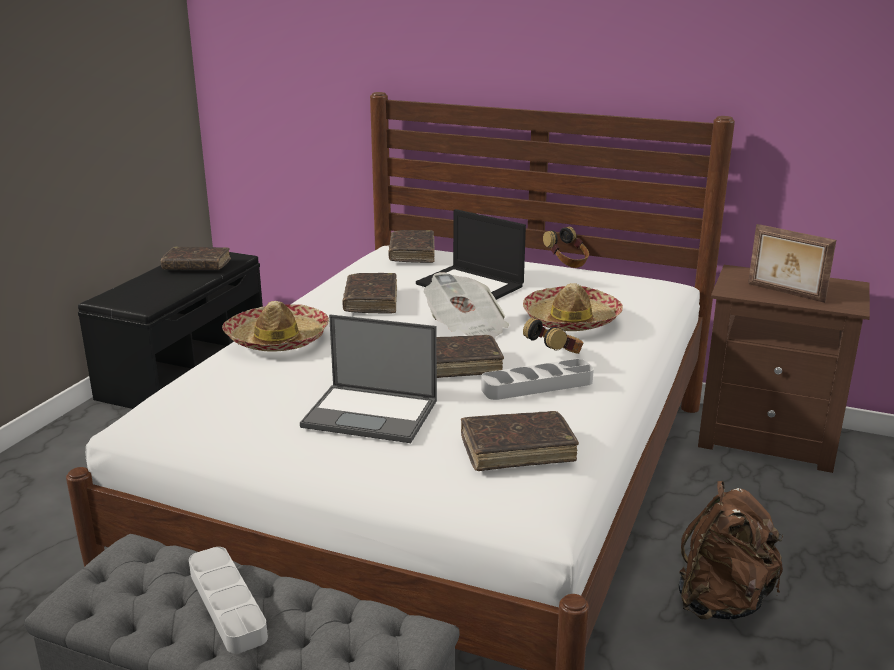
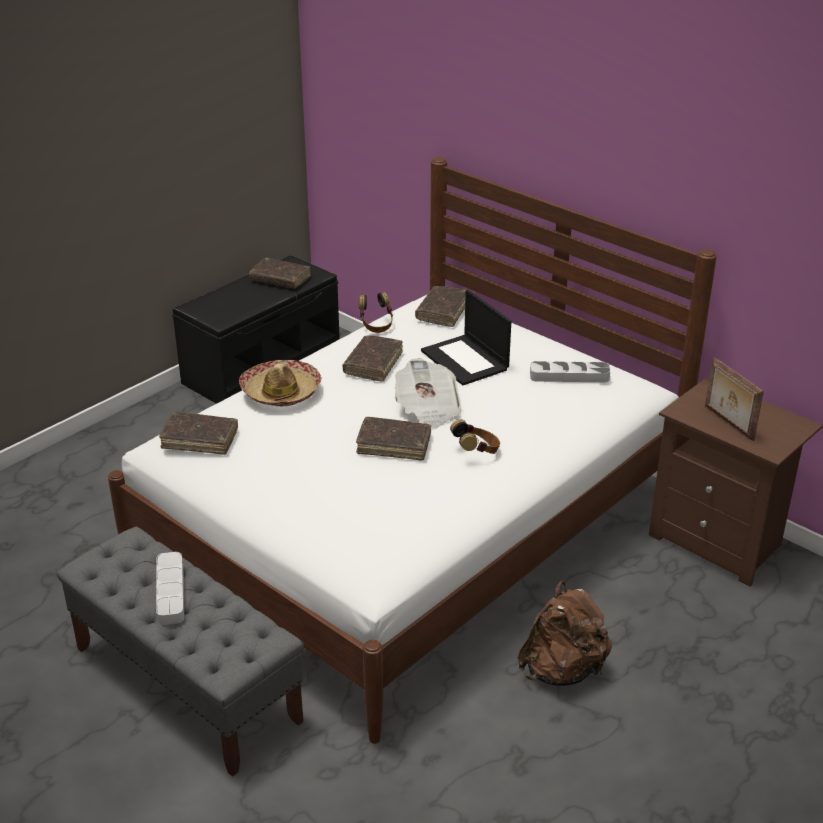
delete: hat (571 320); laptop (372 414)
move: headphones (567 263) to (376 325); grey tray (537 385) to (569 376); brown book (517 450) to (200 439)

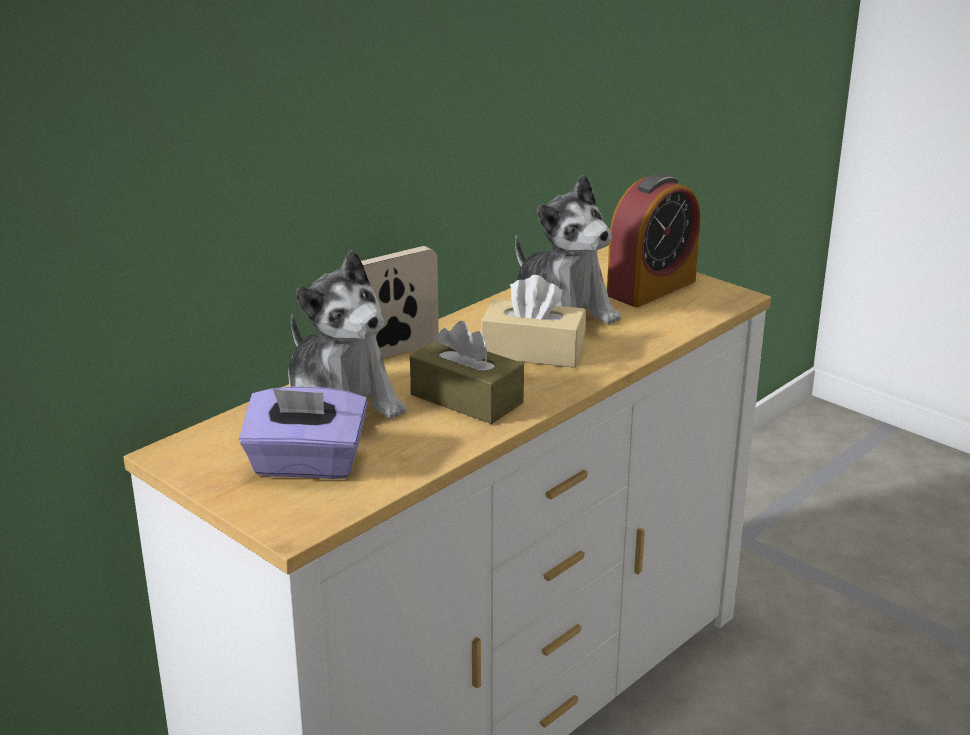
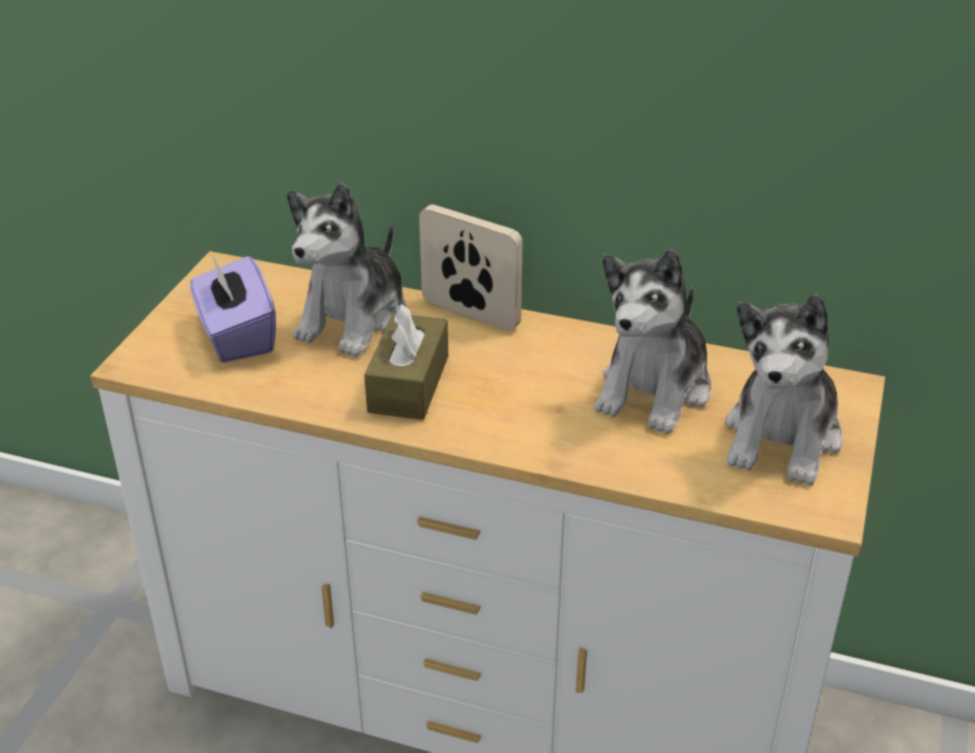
delete: beige tissue box (533 352)
replace: alarm clock (651 288) to plush toy (782 437)

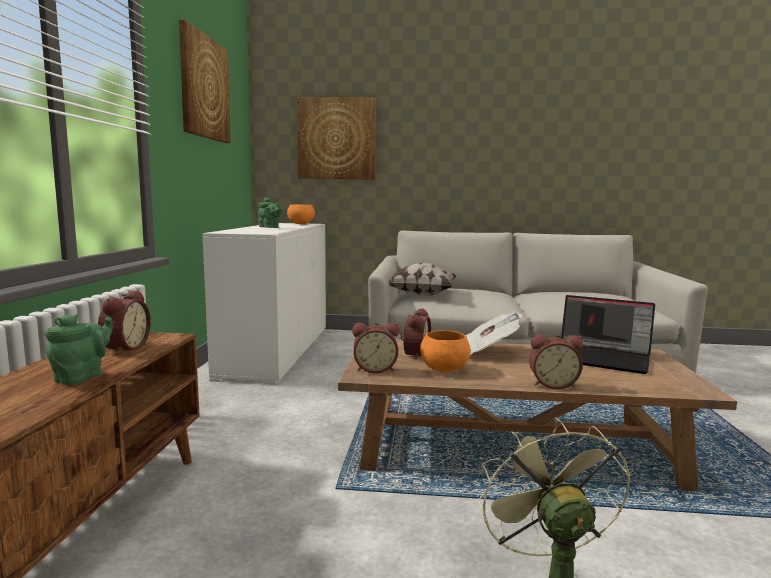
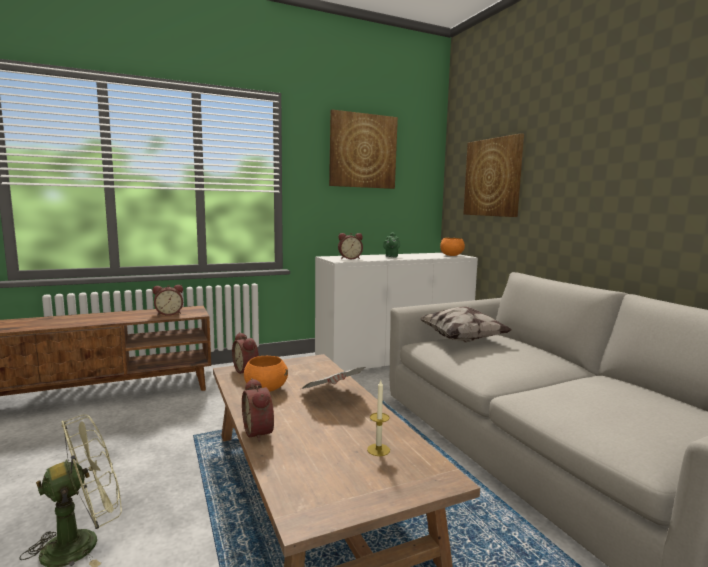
delete: green teapot (82 377)
move: alarm clock (414 354) to (349 258)
replace: laptop (603 358) to candle (378 450)

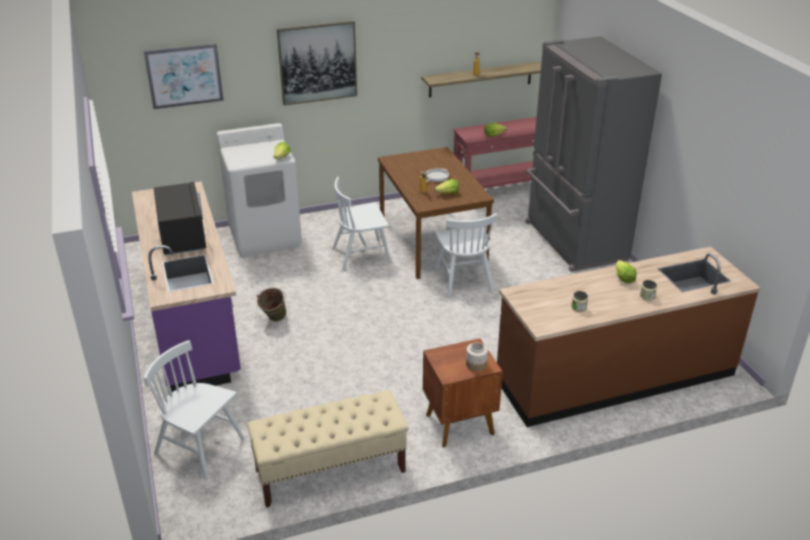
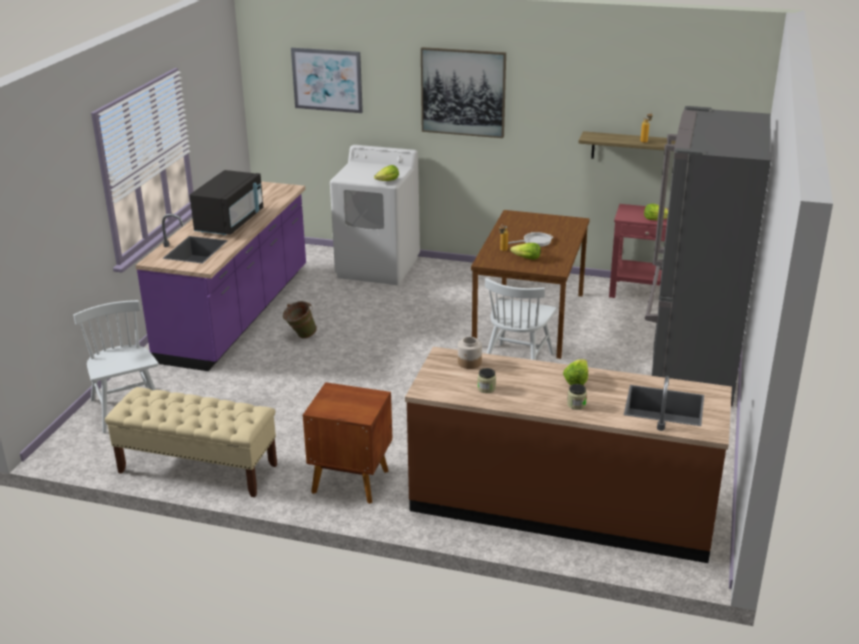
delete: white chair (362 255)
move: jar (476 364) to (469 363)

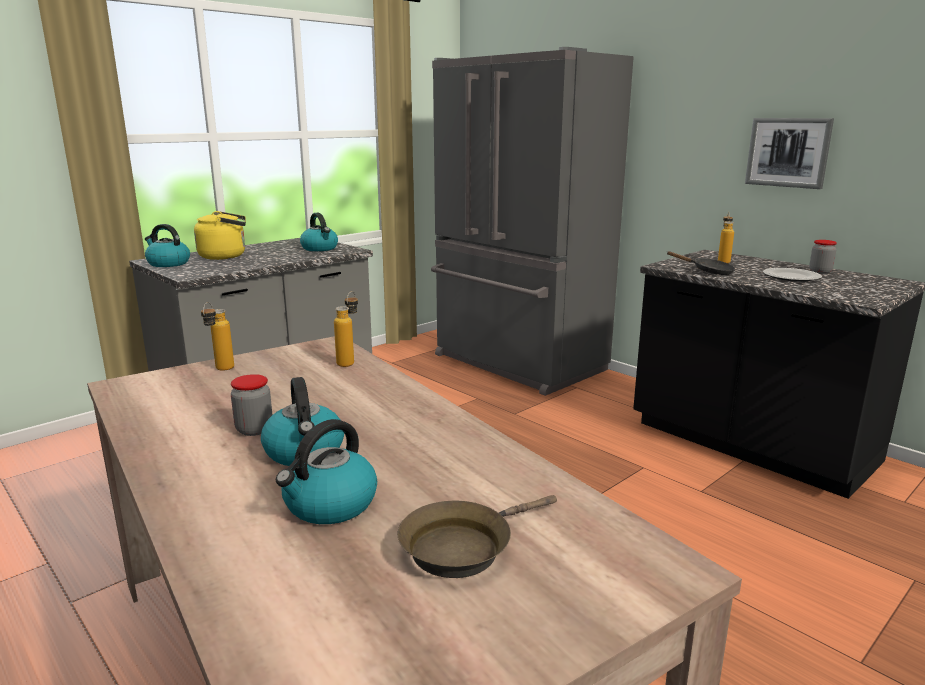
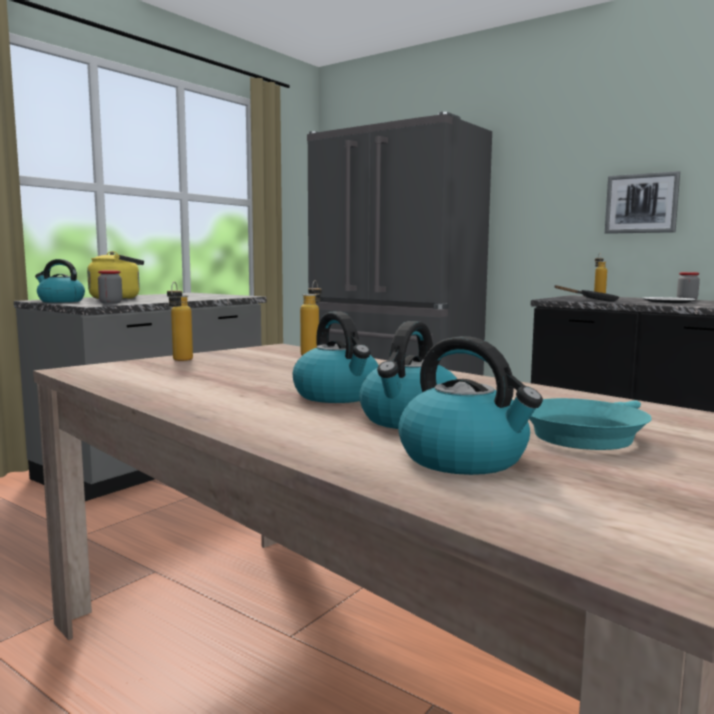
move: kettle (320 248) to (465 459); jar (254 429) to (111 302)
recolor: brown frying pan (462 546) to turquoise frying pan (586 434)

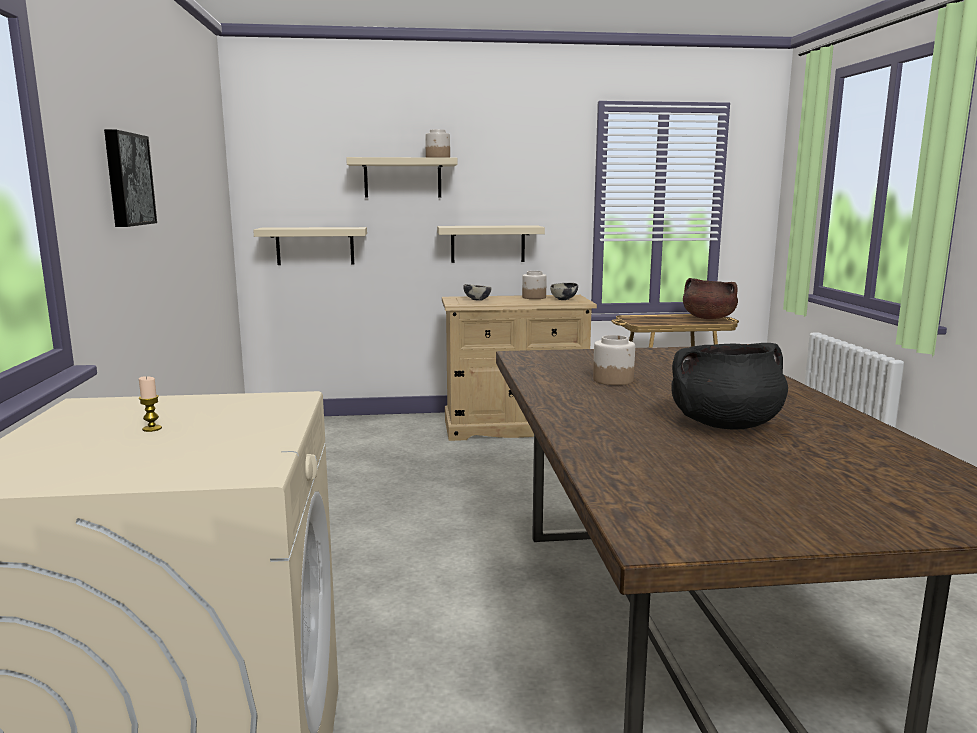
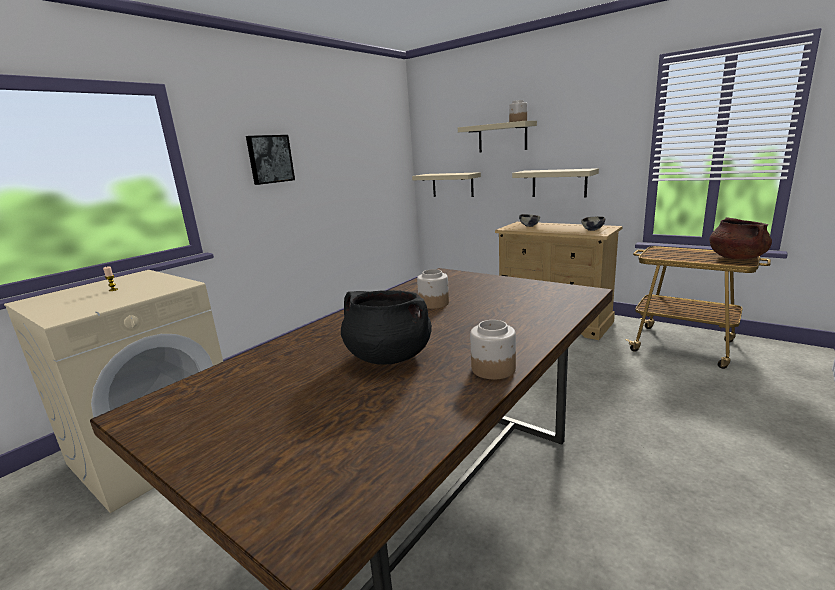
move: jar (534 297) to (492 369)

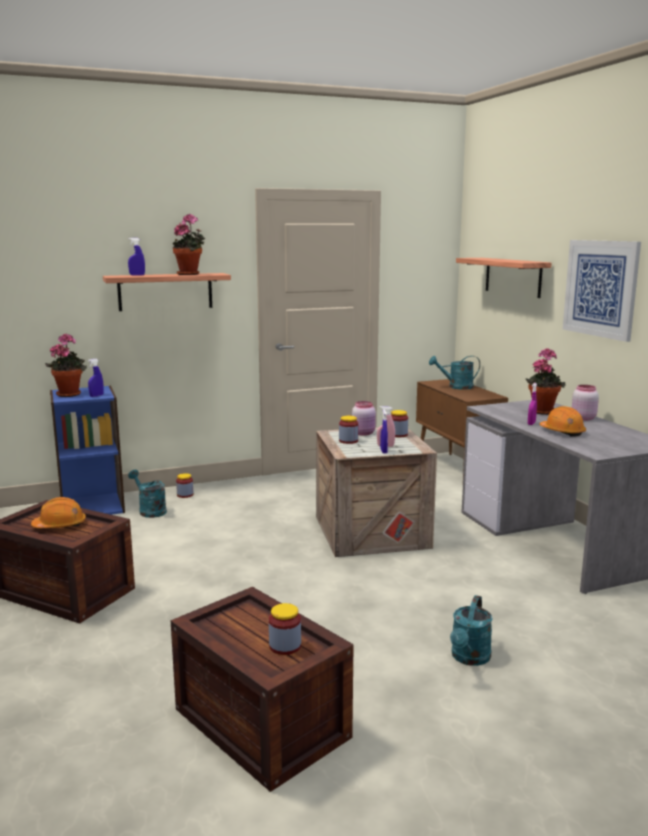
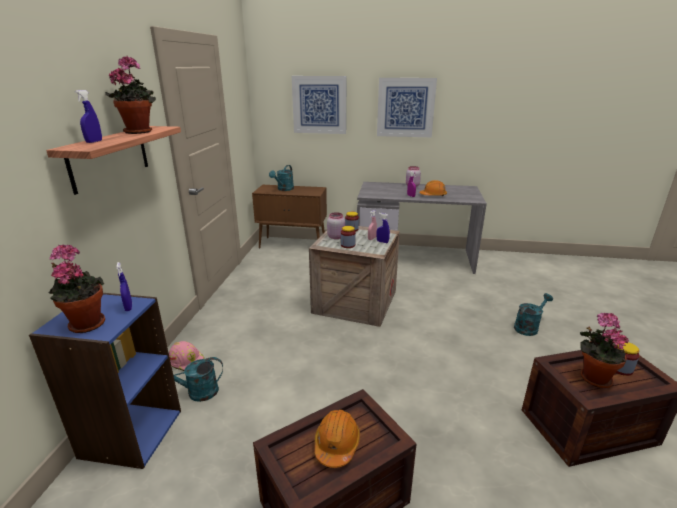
move: potted plant (542 411) to (592 377)
replace: shelf (513 277) to picture (319 105); jar (185 495) to pink hard hat (187 360)
rotate: turquoise watering can (469 658) = (528 327) 90 degrees counterclockwise

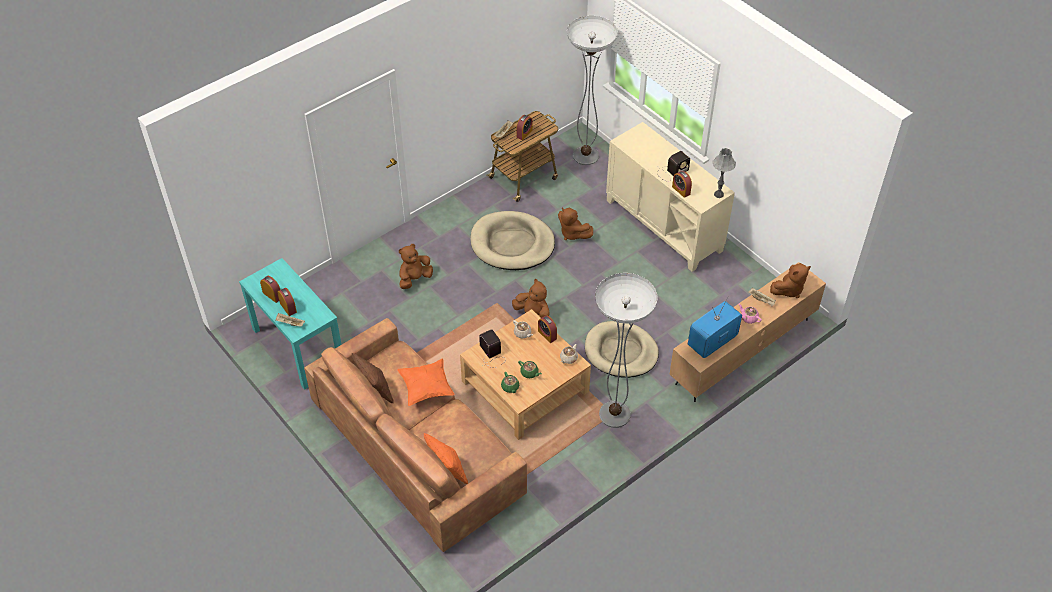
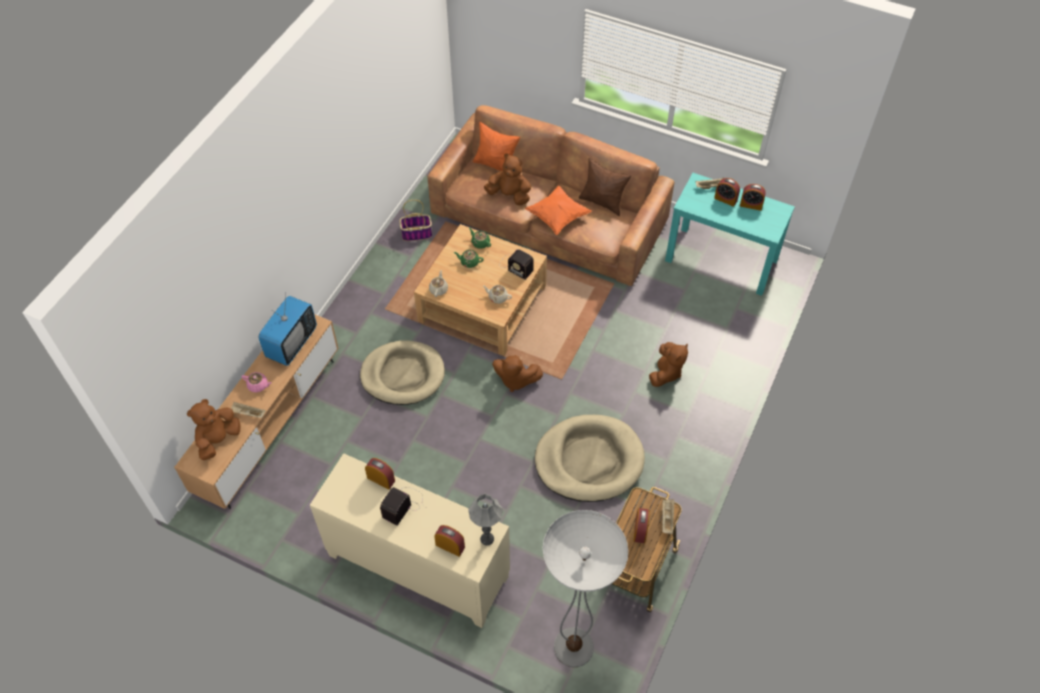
delete: floor lamp (614 414)
insert: basket (417 233)
move: grey table lamp (718 194) to (487 539); brown plush toy (572 233) to (509 195); alarm clock (547 335) to (450 546)

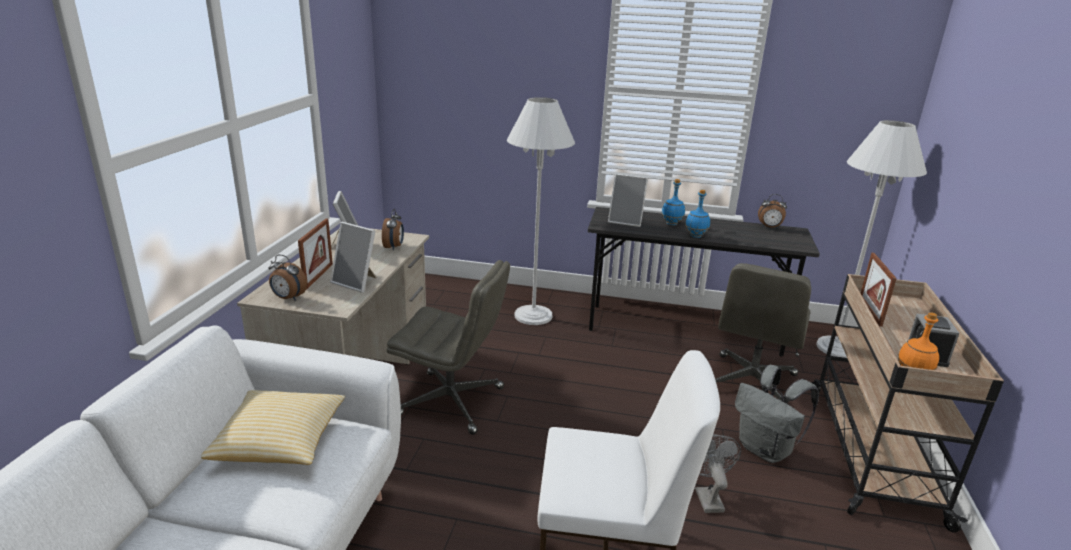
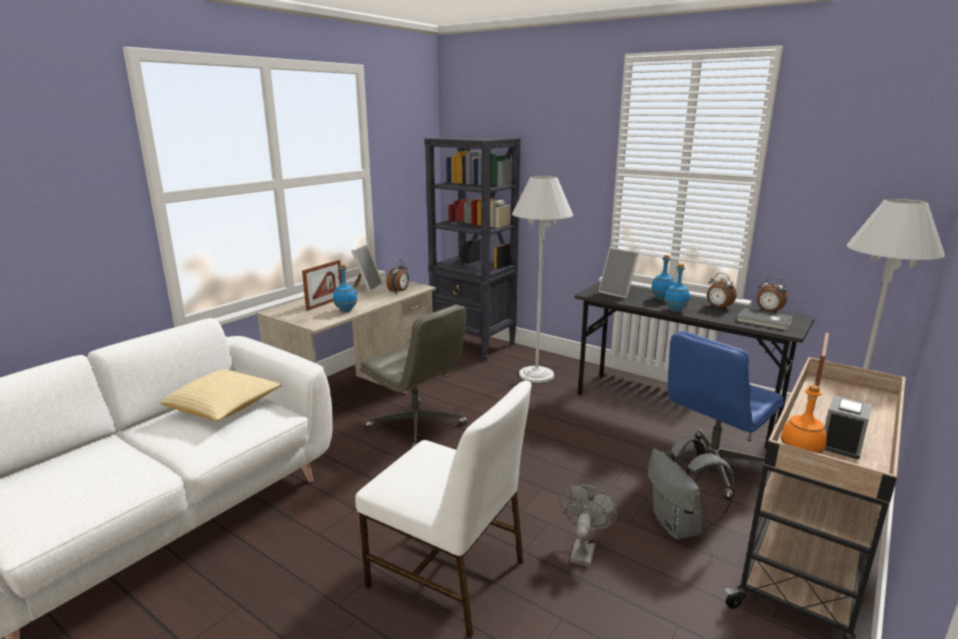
insert: black bookcase (474 345); grey book (764 321)
move: alarm clock (288 298) to (718 307)
replace: picture frame (357 283) to blue bottle (346 310)
recolor: grey office chair (751 383) to blue office chair (711 467)

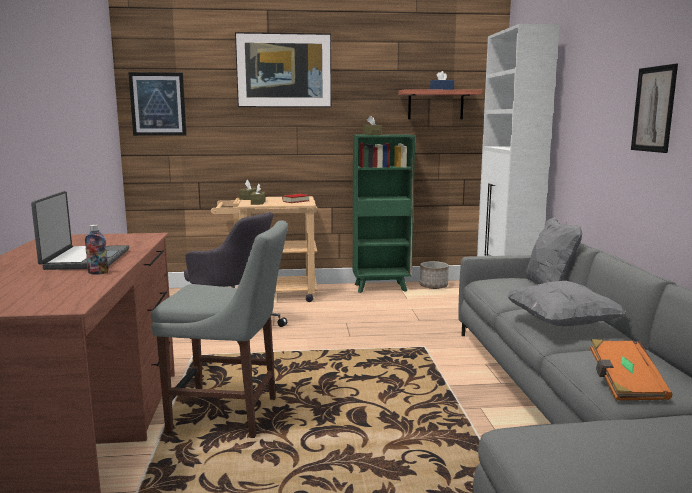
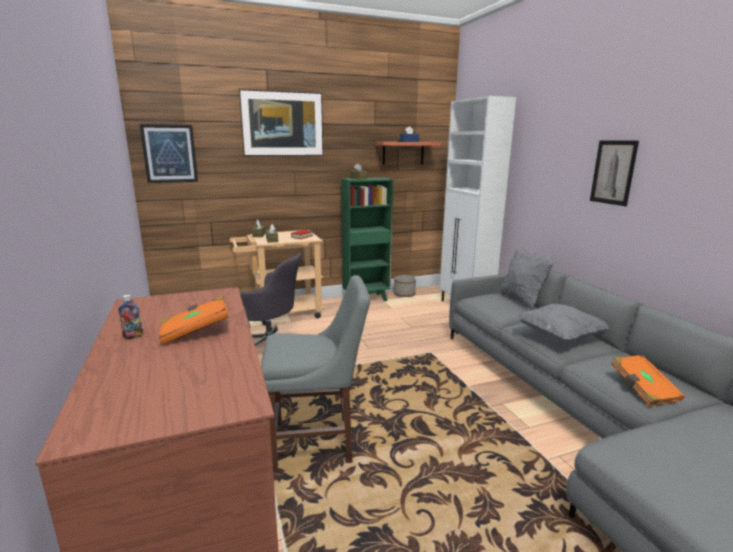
move: bottle (98 273) to (133 336)
replace: laptop (85 259) to orange book (196 332)

